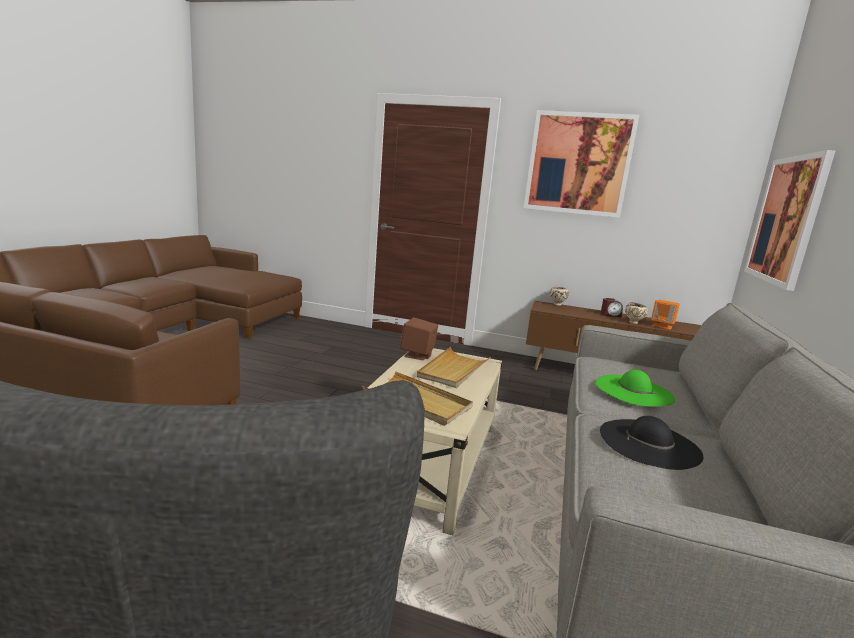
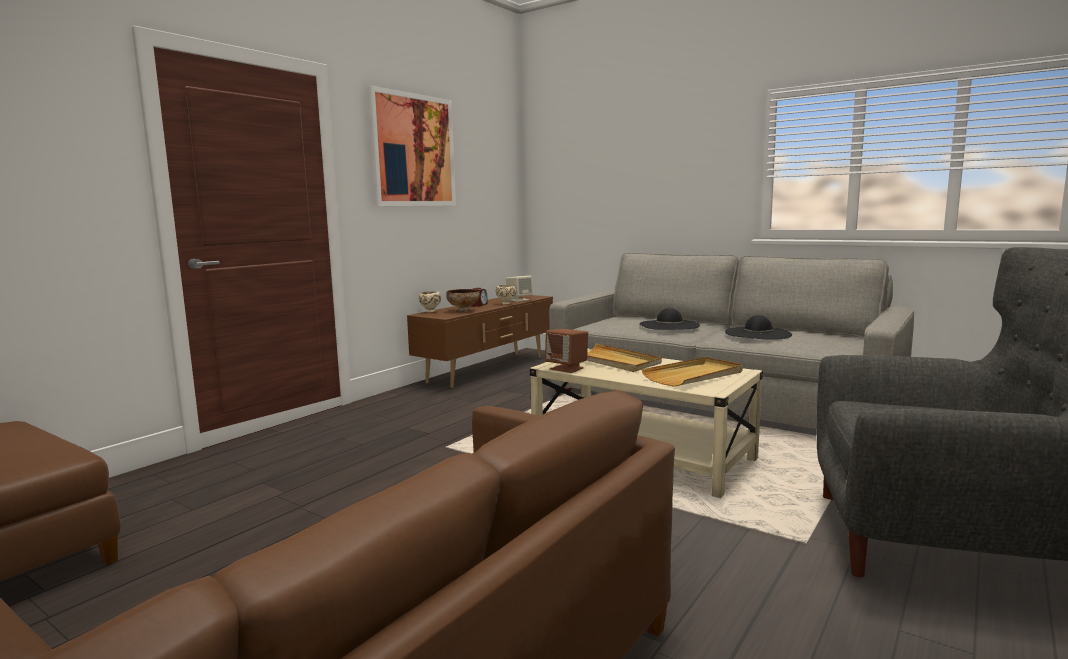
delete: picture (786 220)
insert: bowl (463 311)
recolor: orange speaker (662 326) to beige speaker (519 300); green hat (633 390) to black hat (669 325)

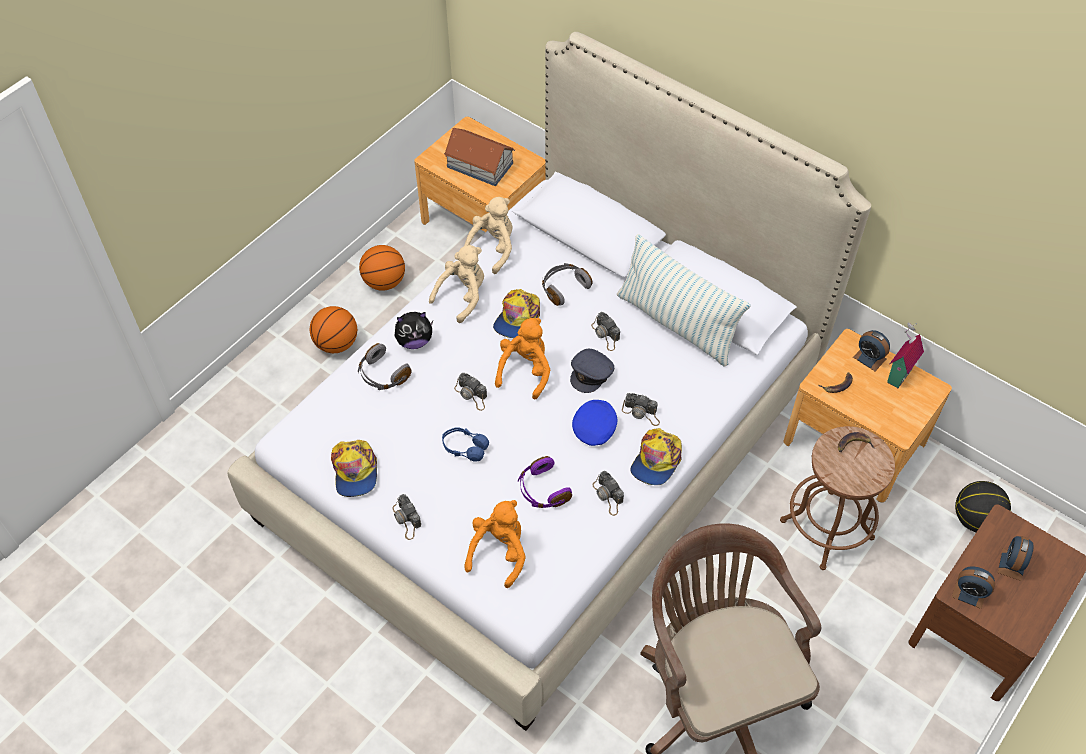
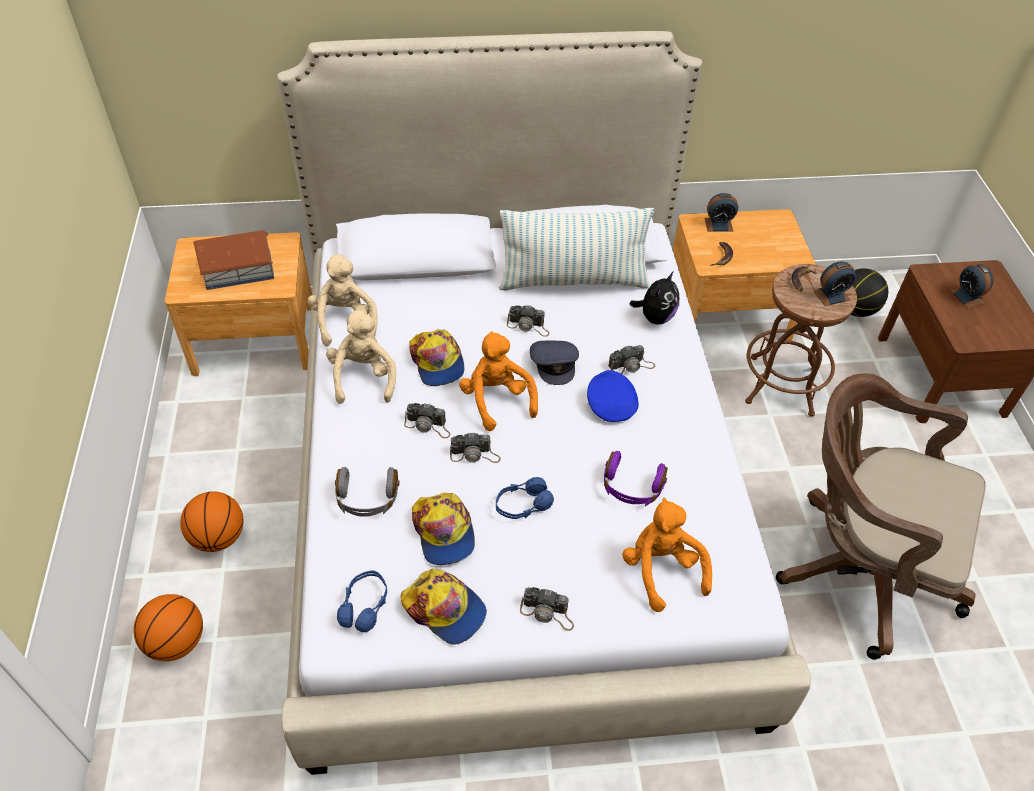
delete: grey headphones (564 288); toy house (897 375)
insert: blue headphones (365 605)
move: basketball (384 282) to (177 642); plush toy (414 341) to (655 317); cap (656 460) to (443 532); photo camera (608 496) to (428 425); alarm clock (969 593) to (831 295)

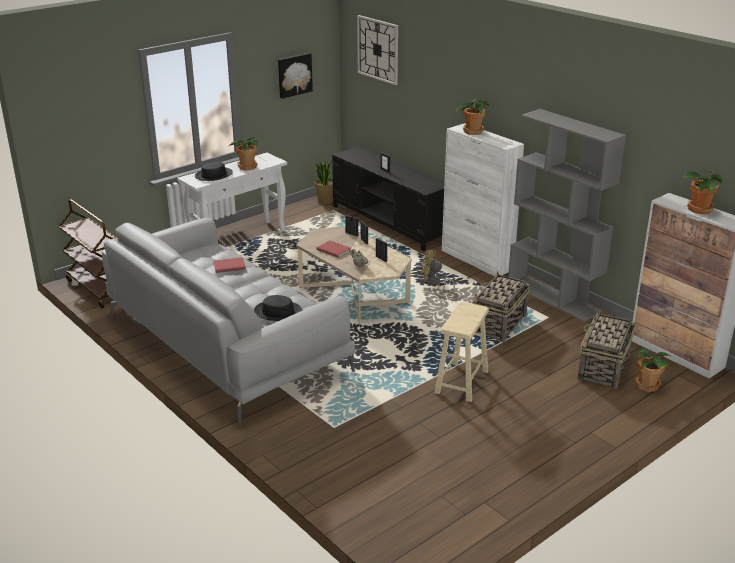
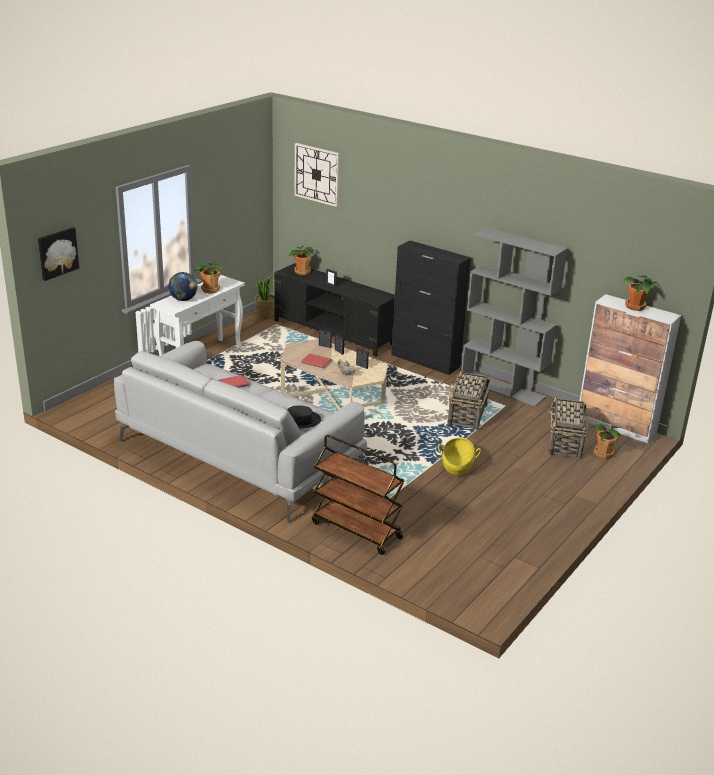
delete: yellow fan (433 283)
move: picture (294 75) to (57 253); potted plant (472 131) to (301 272); brown cart (97 289) to (355 530)
replace: black hat (214 175) to globe (183 300); beige stool (462 382) to basket (457 466)
recolor: white cabinet (477 260) to black cabinet (425 361)

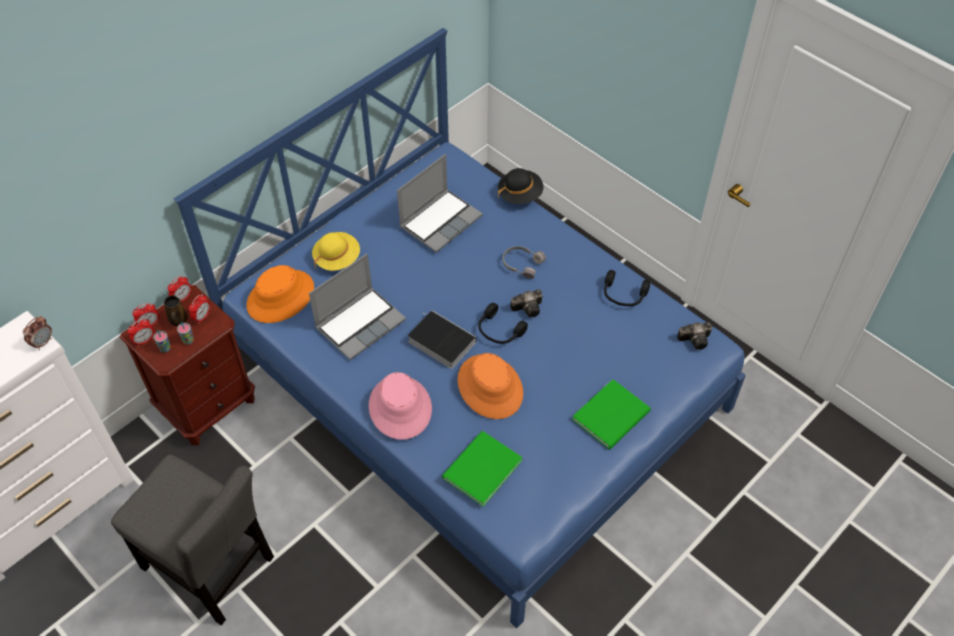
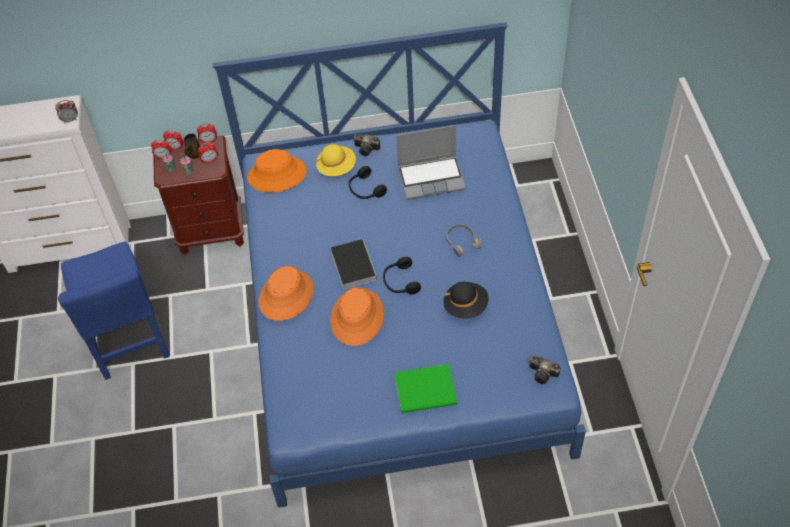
delete: laptop (360 323); green book (479 469)
move: black hat (520 194) to (465 306); black headphones (623 295) to (365 189); photo camera (529 308) to (367 149)
recolor: pink hat (400 407) to orange hat (286 295); grey chair (212 568) to blue chair (129 340)

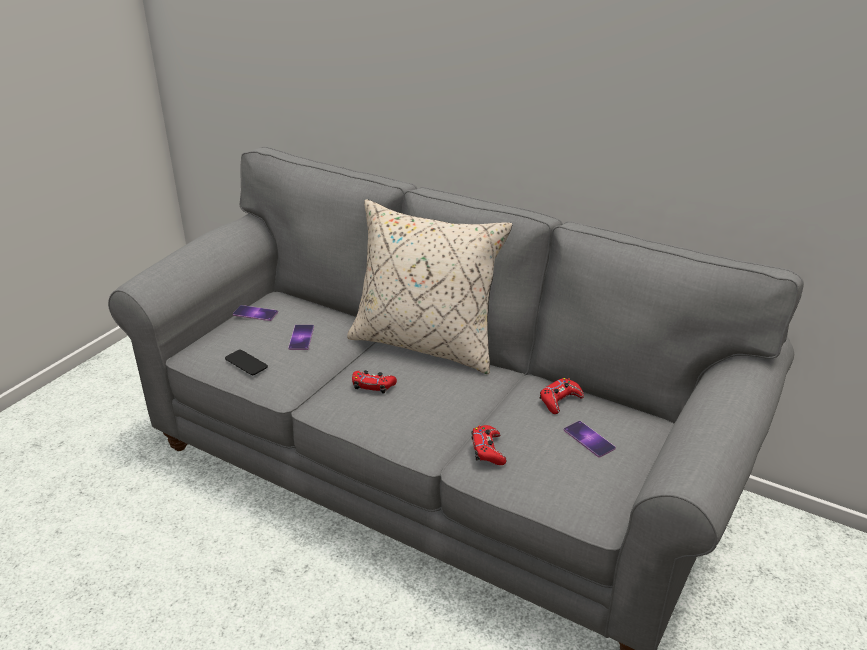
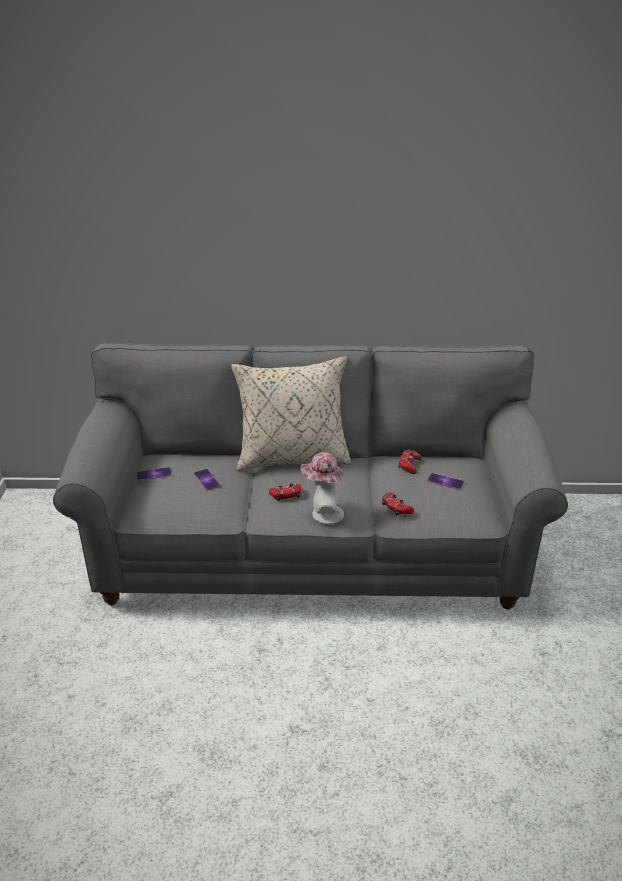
delete: phone (246 363)
insert: hat (323 514)

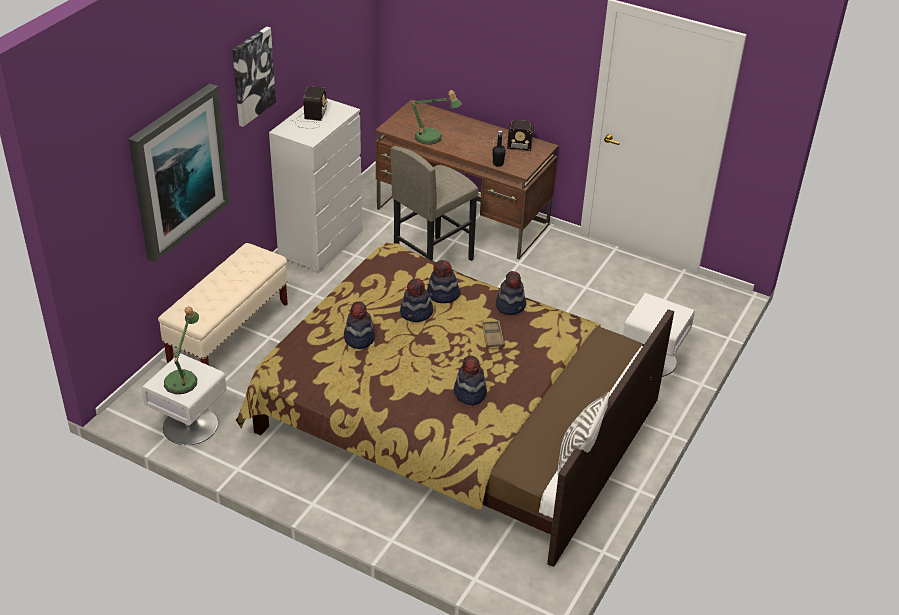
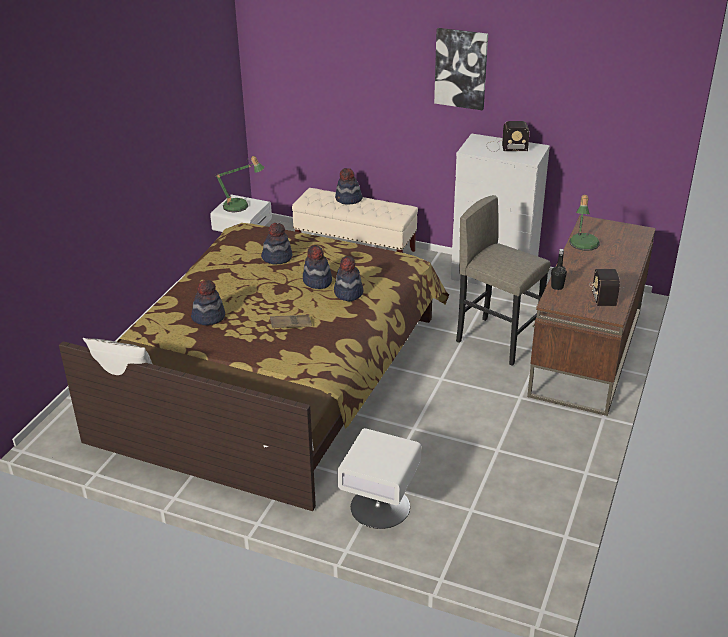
delete: picture (178 171)
move: hat (511 305) to (348 199)

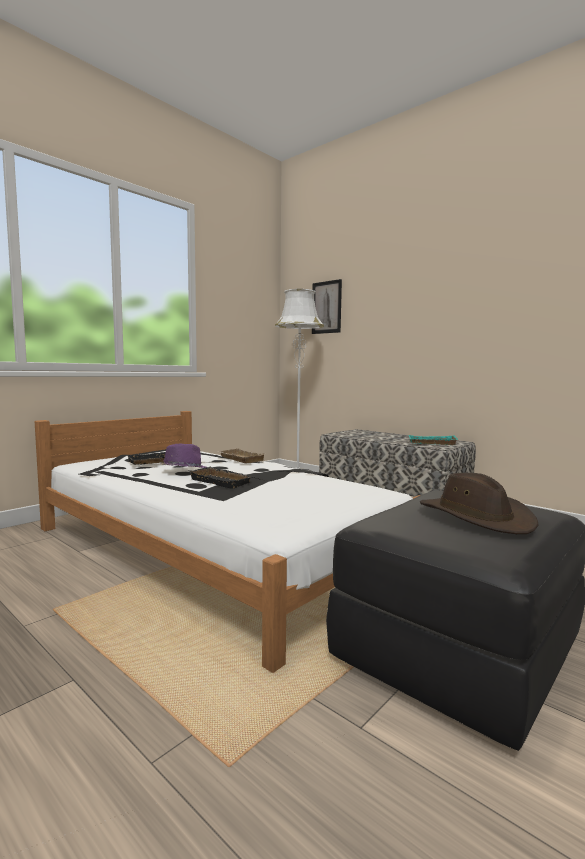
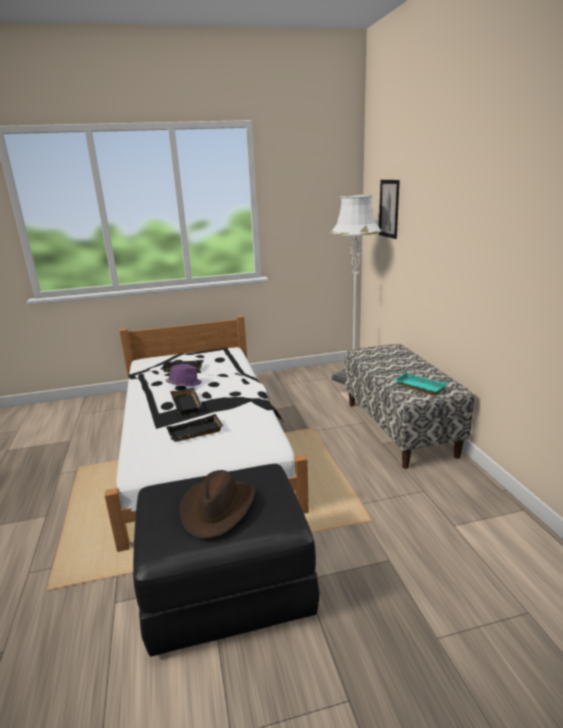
delete: beige tray (239 459)
insert: black tray (195 433)

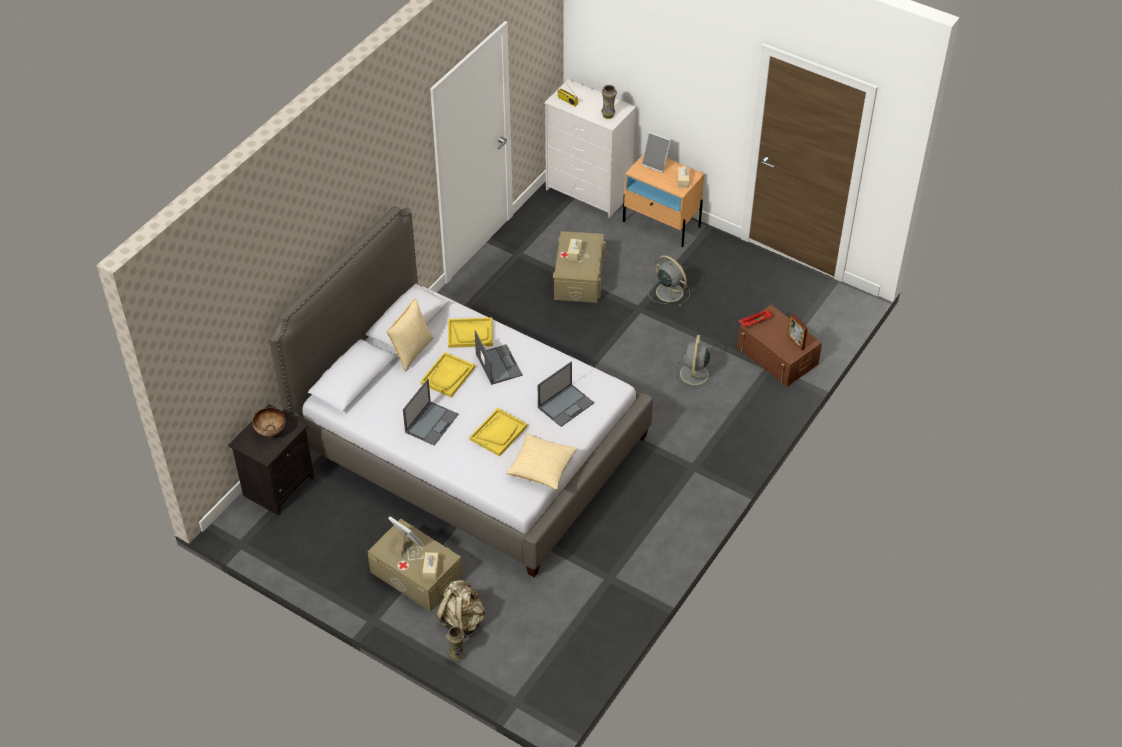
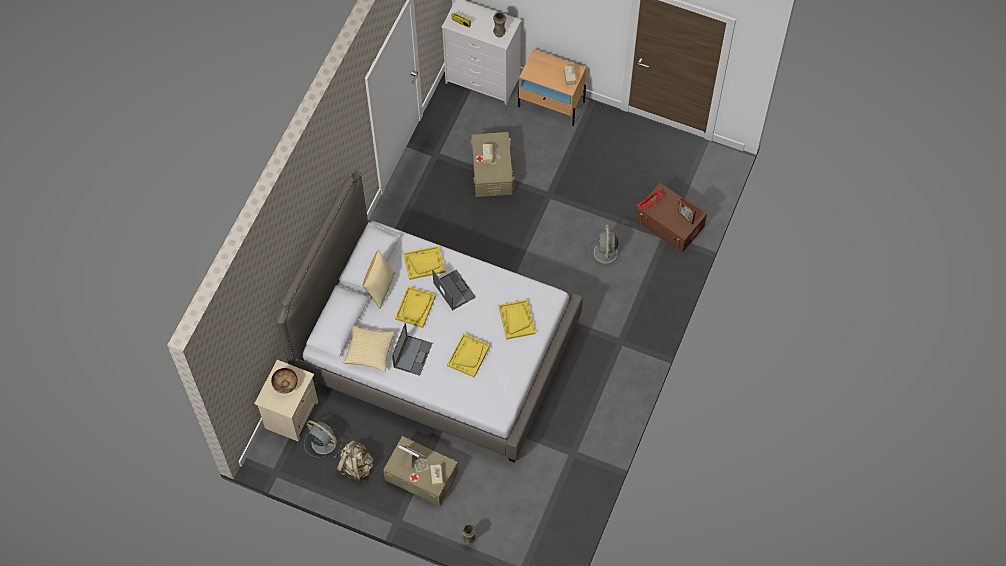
delete: picture frame (656 164)
move: grey fan (668 291) to (323 441); pillow (541 468) to (369 351); beige backpack (462 620) to (356 467)
replace: laptop (566 405) to yellow tray (516 320)
recolor: black nightstand (278 485) to beige nightstand (291 414)

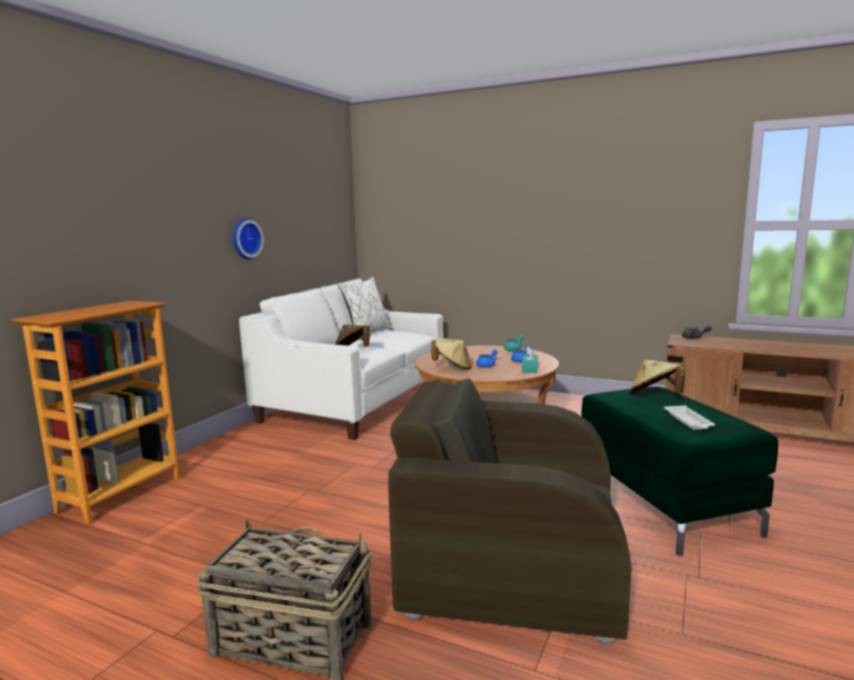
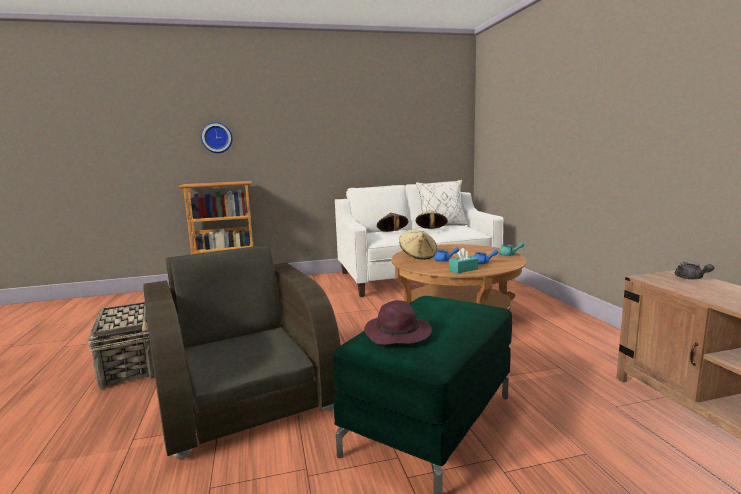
move: wall clock (245 239) to (217 137); beige hat (655 397) to (431 230)
replace: white tray (688 421) to purple hat (398 334)

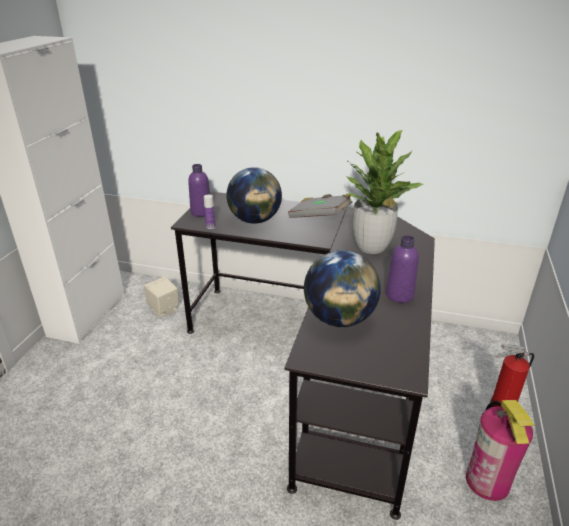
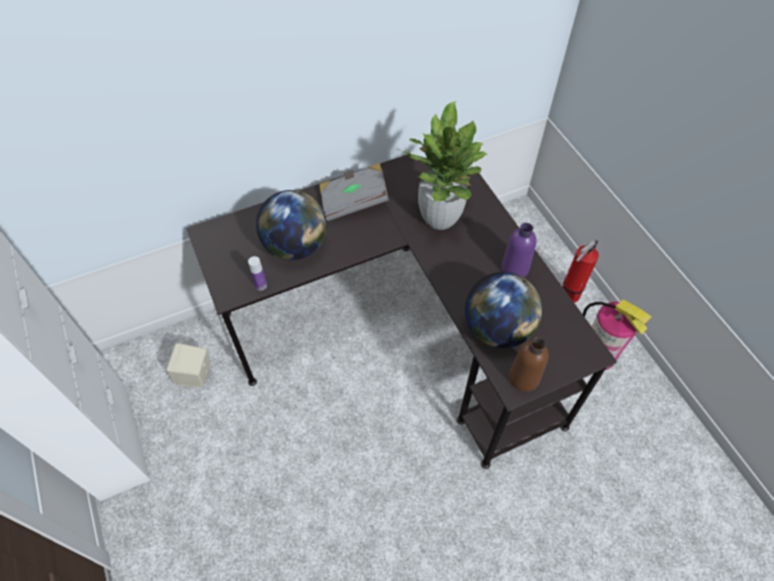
delete: purple bottle (201 212)
insert: brown bottle (523 378)

